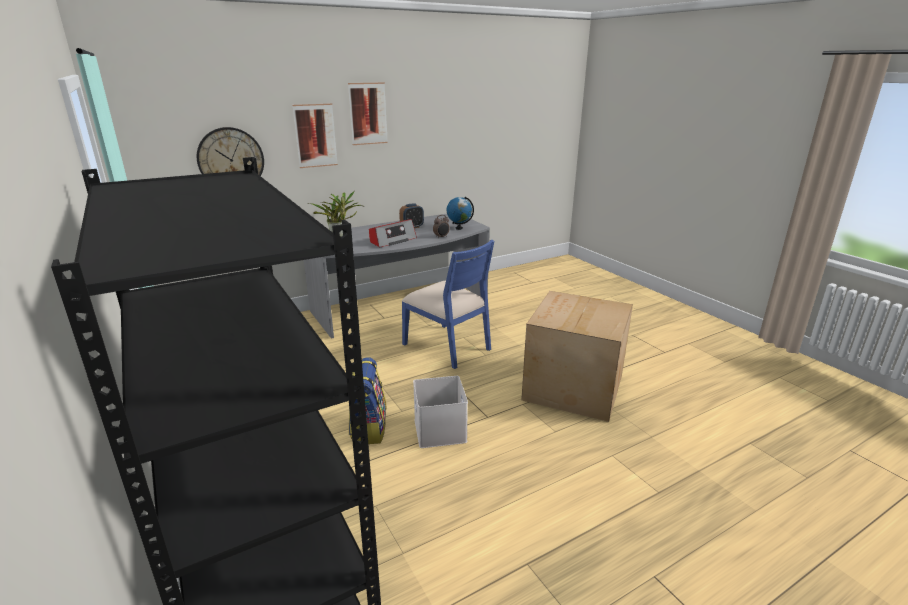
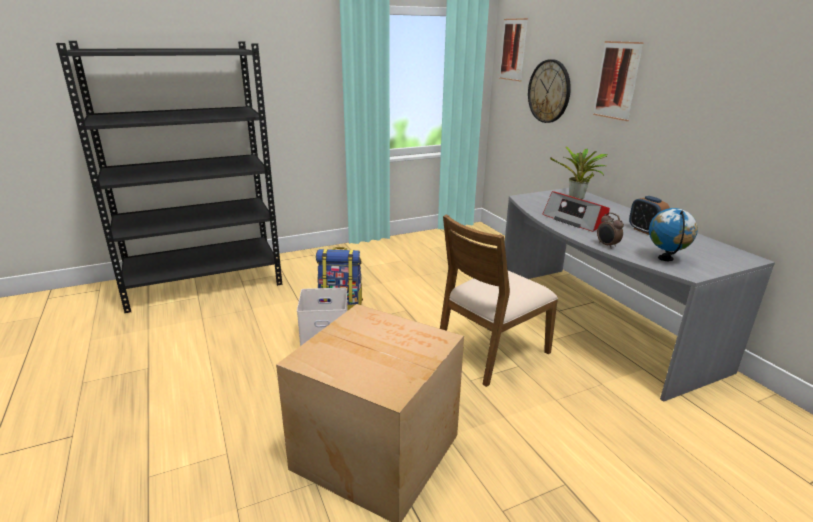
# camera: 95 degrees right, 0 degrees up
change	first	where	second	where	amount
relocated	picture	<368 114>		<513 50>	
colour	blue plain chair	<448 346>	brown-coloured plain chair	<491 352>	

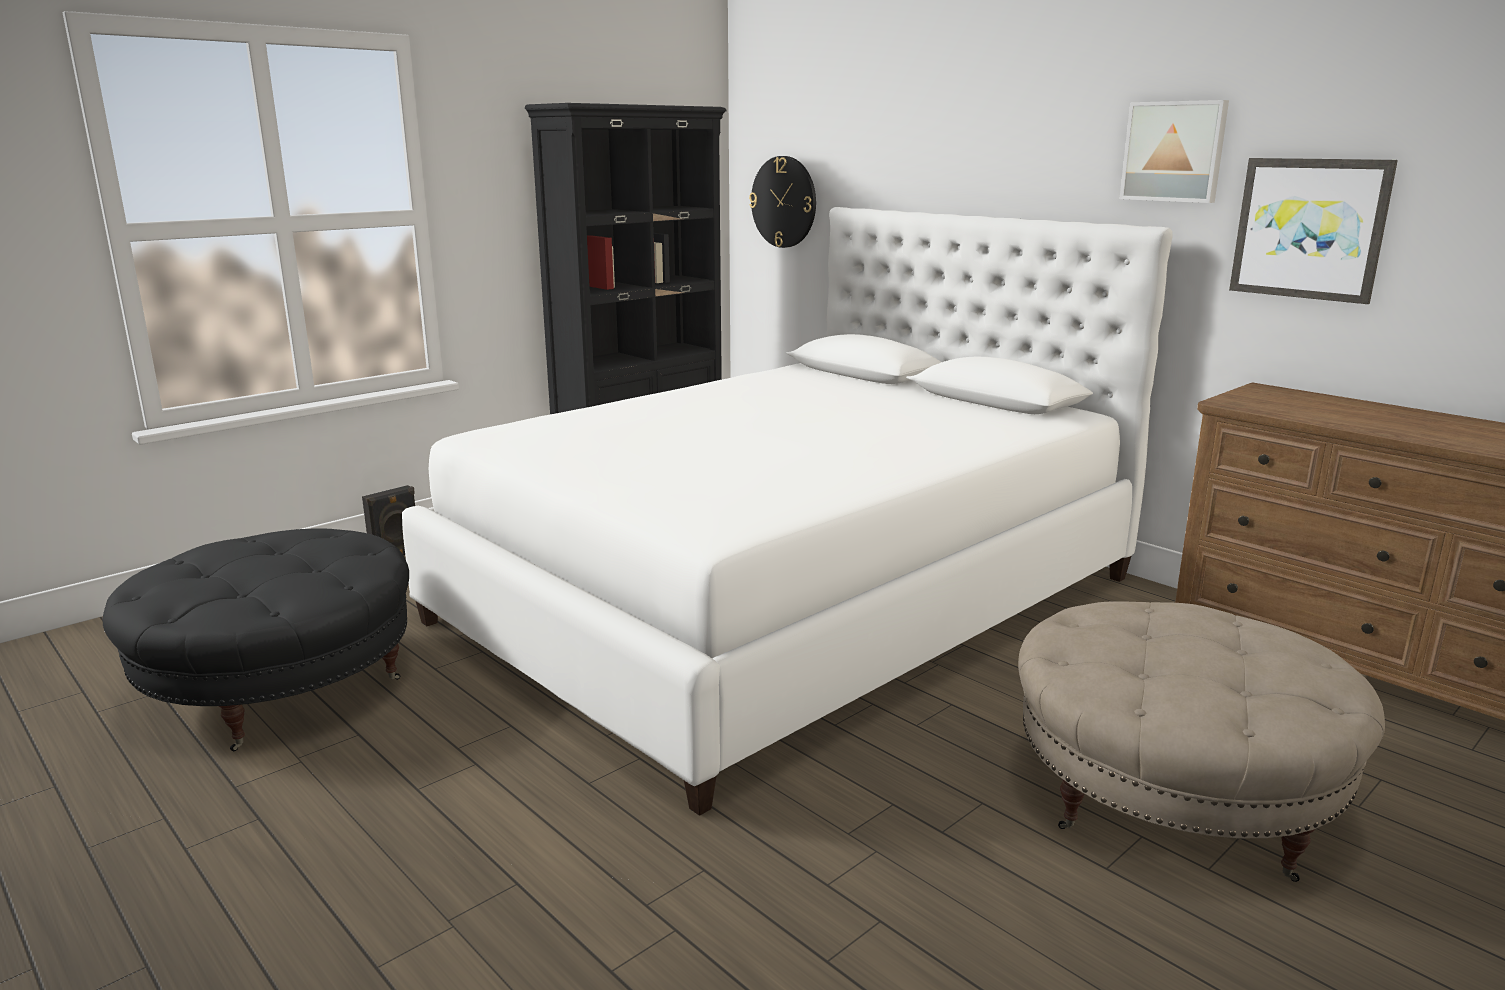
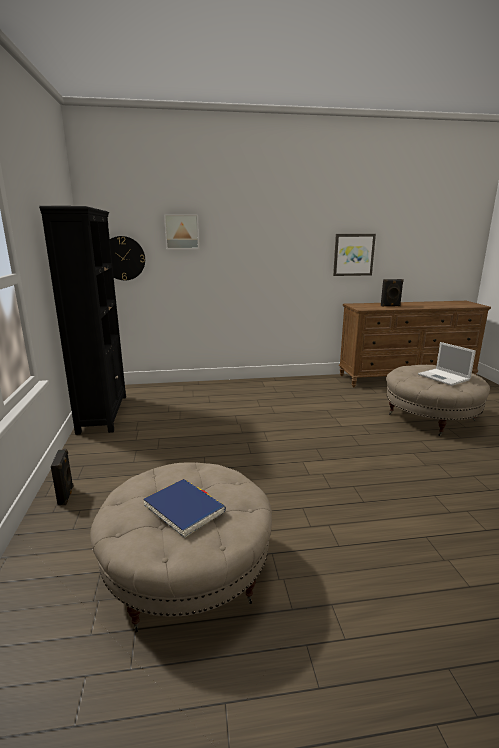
# camera: 55 degrees left, 0 degrees up
change	first	where	second	where	amount
colour	black-coloured footrest	<280 686>	sand-coloured footrest	<187 571>	
missing	whitish bedroom bed	<791 599>			
relocated	picture	<1174 151>		<182 231>	
appeared			blue volume	<184 509>	
appeared			black-coloured speaker	<390 306>	
appeared			laptop	<444 377>	

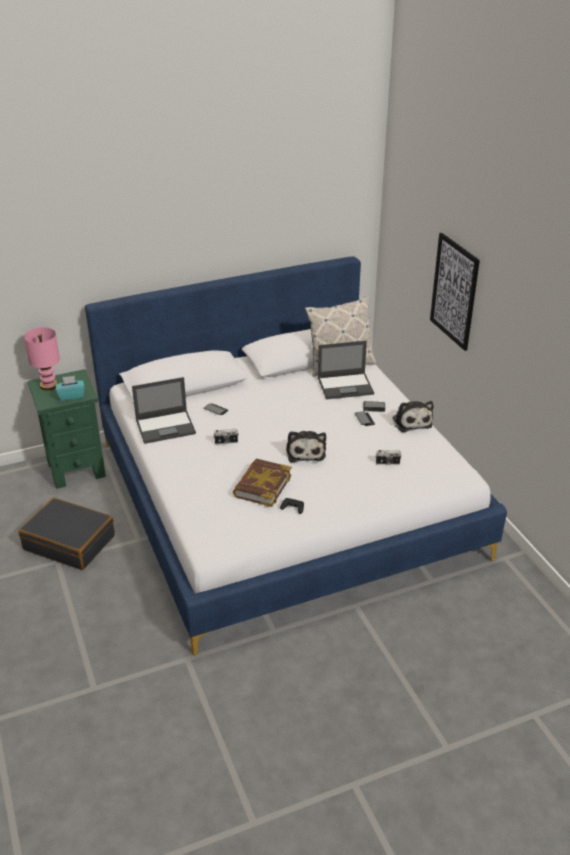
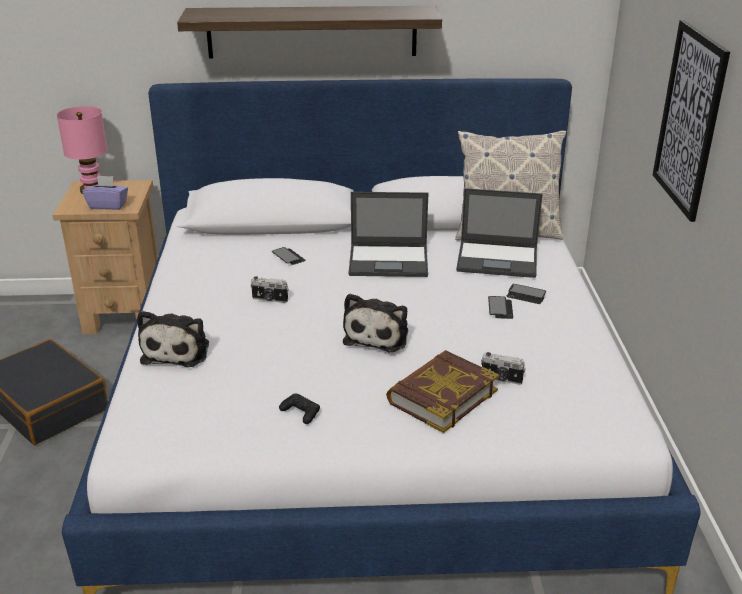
# camera: 20 degrees right, 5 degrees down
change	first	where	second	where	amount
colour	greenish bedside table	<77 468>	sand-coloured bedside table	<125 316>	
colour	turquoise tissue box	<71 396>	purplish tissue box	<108 205>	
relocated	laptop	<166 426>		<389 261>	
relocated	volume	<262 486>		<442 396>	
relocated	cuddly toy	<411 421>		<178 350>	
appeared			shelf	<312 32>	

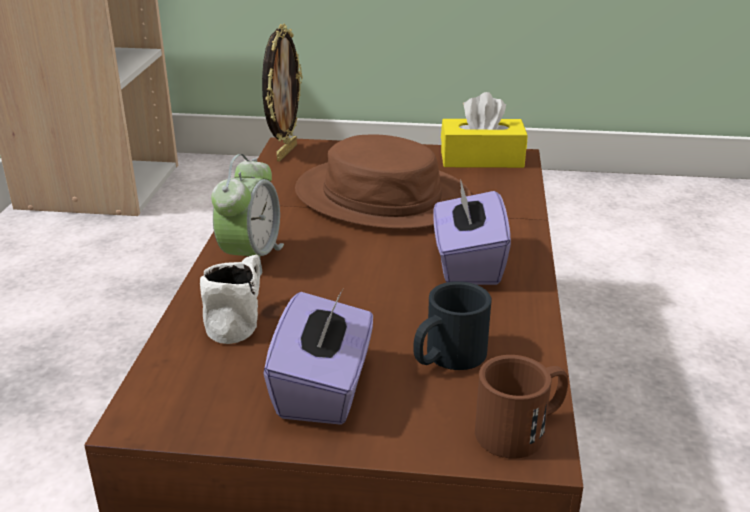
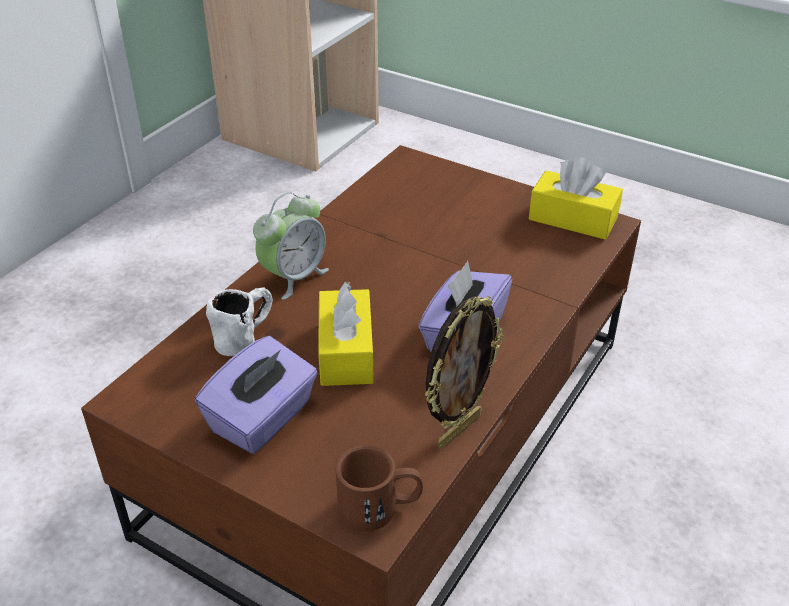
# camera: 25 degrees right, 10 degrees up
change	first	where	second	where	amount
relocated	photo frame	<285 152>		<458 429>	
missing	brown-coloured wearable hat	<382 196>			
missing	black-coloured coffee mug	<447 357>			
appeared			yellow-coloured tissue box	<346 352>	

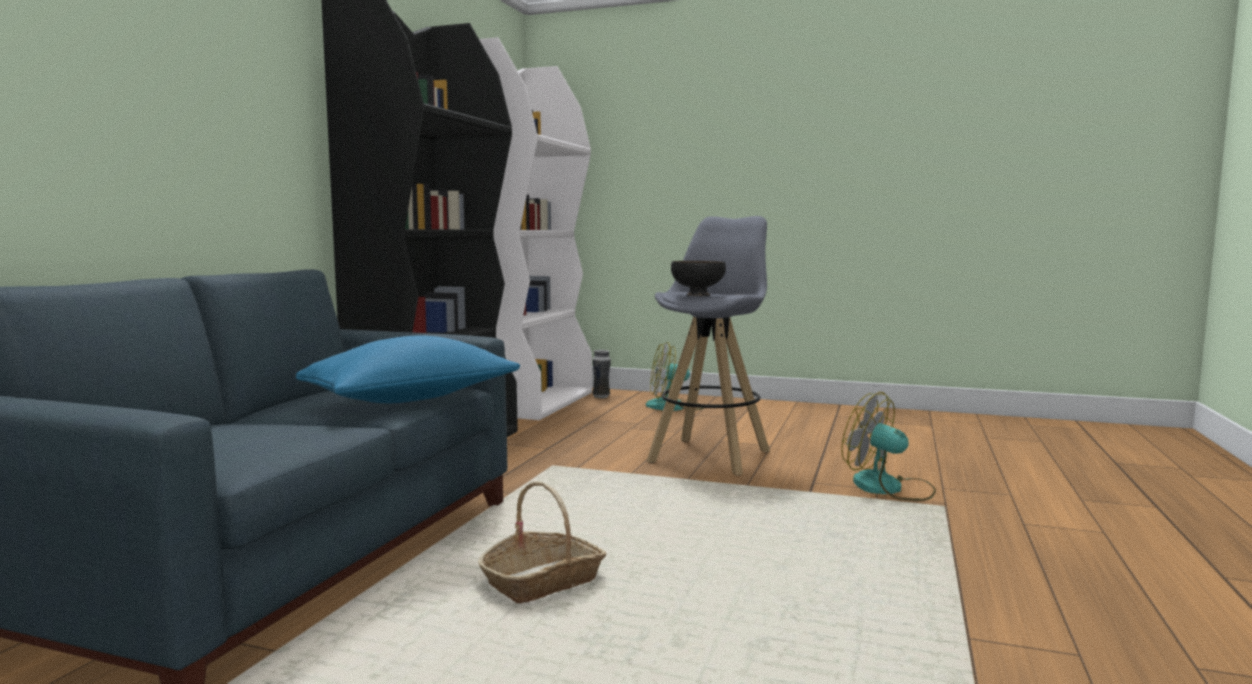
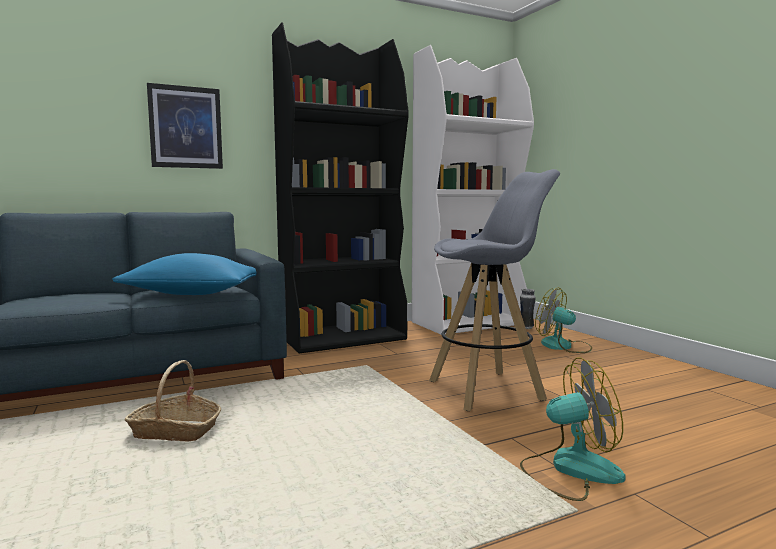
# camera: 45 degrees right, 0 degrees up
change	first	where	second	where	amount
missing	black-coloured serving bowl	<697 295>			
spun	cooling fan	<889 488>		<570 470>	90 degrees clockwise
appeared			picture	<185 127>	

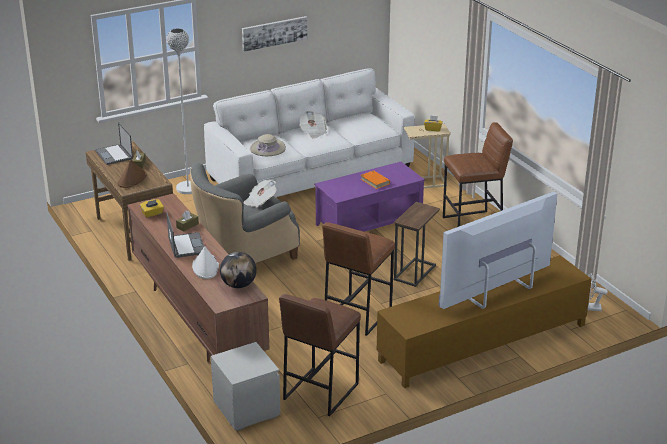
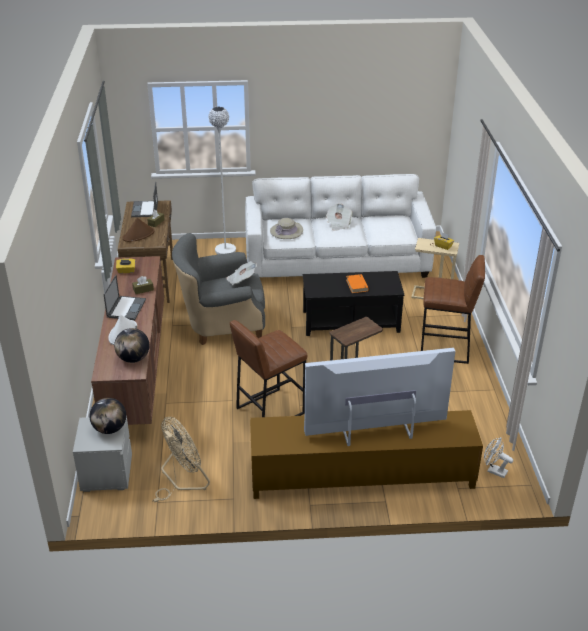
# camera: 25 degrees right, 5 degrees up
change	first	where	second	where	amount
missing	picture	<274 33>			
exchanged	brown-coloured sitting stool	<320 392>	sand-coloured cooling fan	<179 477>	
colour	purplish coffee table	<369 222>	black-coloured coffee table	<351 321>	
appeared			globe	<110 429>	

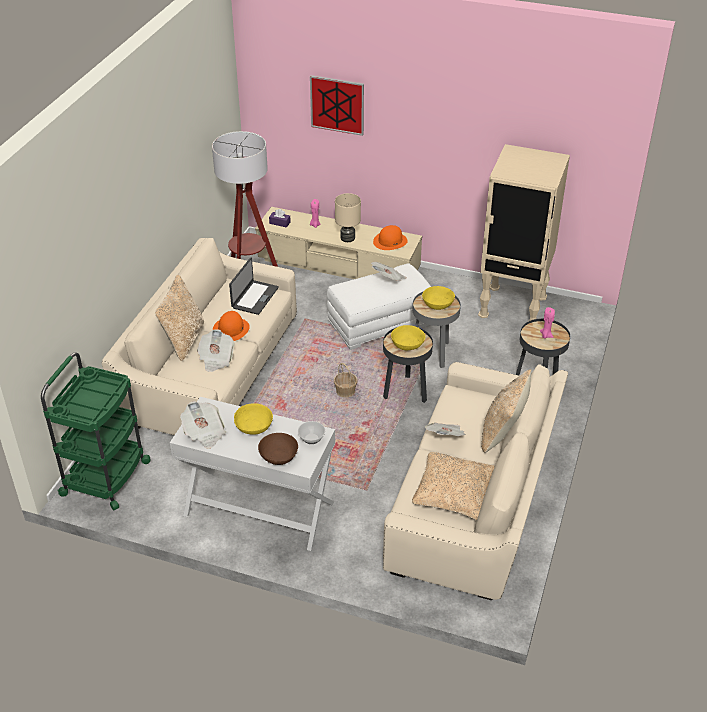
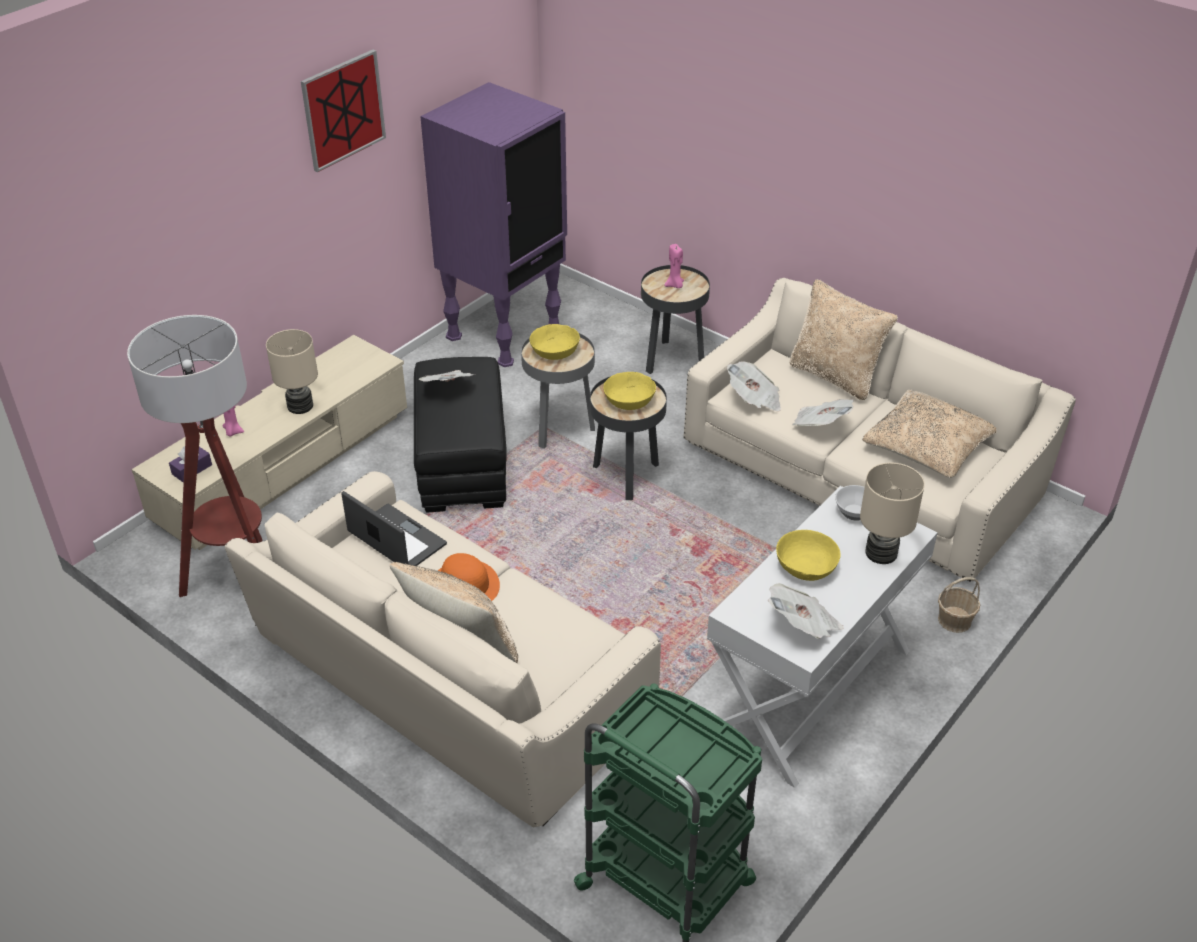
# camera: 70 degrees left, 0 degrees up
change	first	where	second	where	amount
relocated	newspaper	<216 359>		<754 399>	
exchanged	brown-coloured serving bowl	<279 455>	sand-coloured lamp for a table	<881 553>	
relocated	picture	<337 105>		<343 110>	
colour	whitish footrest	<379 325>	black-coloured footrest	<463 463>	
relocated	basket	<345 391>		<955 620>	
missing	orangey wearable hat	<390 241>			
colour	sand-coloured cupboard	<513 306>	purplish cupboard	<506 333>	

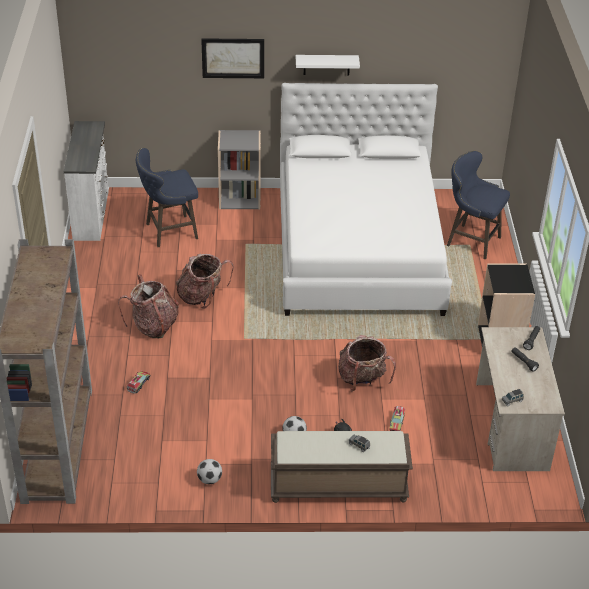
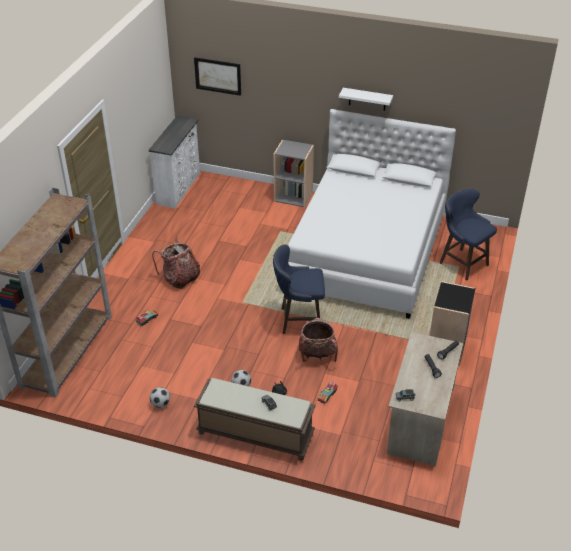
# camera: 20 degrees right, 0 degrees up
change	first	where	second	where	amount
relocated	blue sitting stool	<169 231>		<298 320>	
missing	backpack	<202 296>			
relocated	picture	<233 58>		<218 76>	

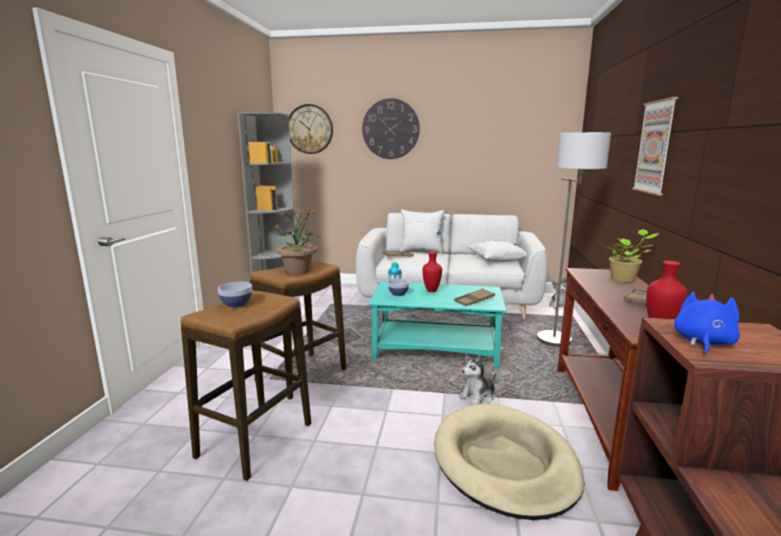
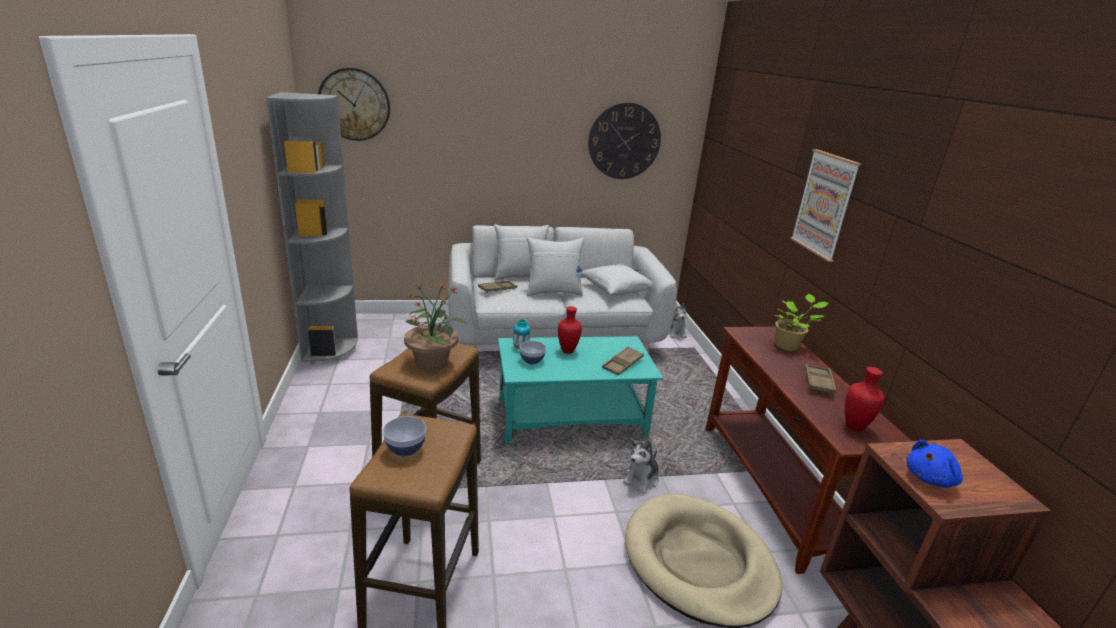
# camera: 20 degrees left, 10 degrees up
change	first	where	second	where	amount
relocated	clock on the wall	<390 129>		<624 141>	
missing	gray floor lamp	<559 345>			
spun	blue cuddly toy	<702 342>		<930 478>	135 degrees counterclockwise
appeared			gray pillow	<553 293>	

